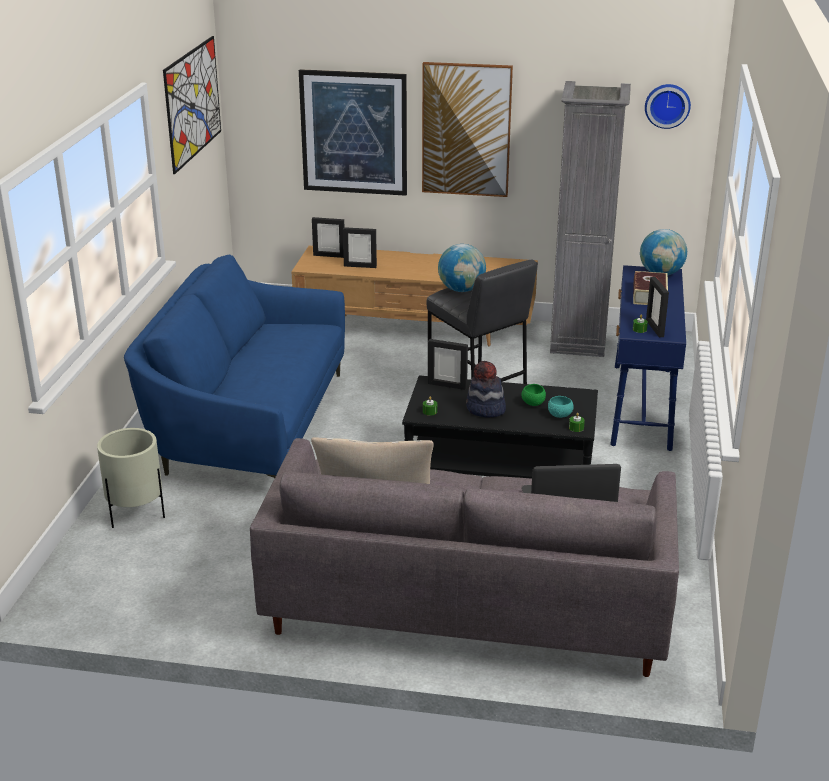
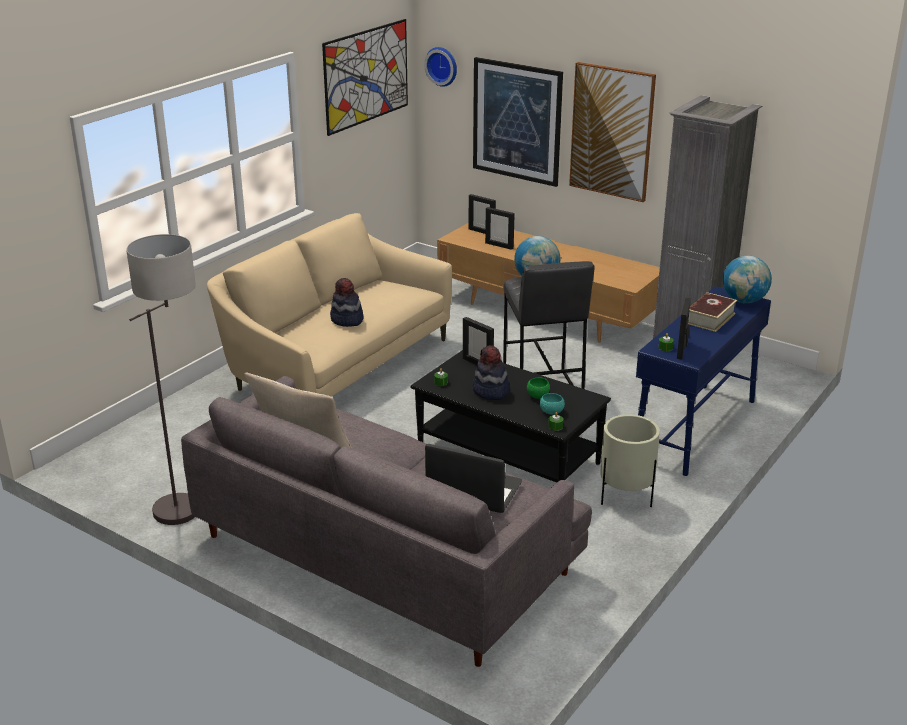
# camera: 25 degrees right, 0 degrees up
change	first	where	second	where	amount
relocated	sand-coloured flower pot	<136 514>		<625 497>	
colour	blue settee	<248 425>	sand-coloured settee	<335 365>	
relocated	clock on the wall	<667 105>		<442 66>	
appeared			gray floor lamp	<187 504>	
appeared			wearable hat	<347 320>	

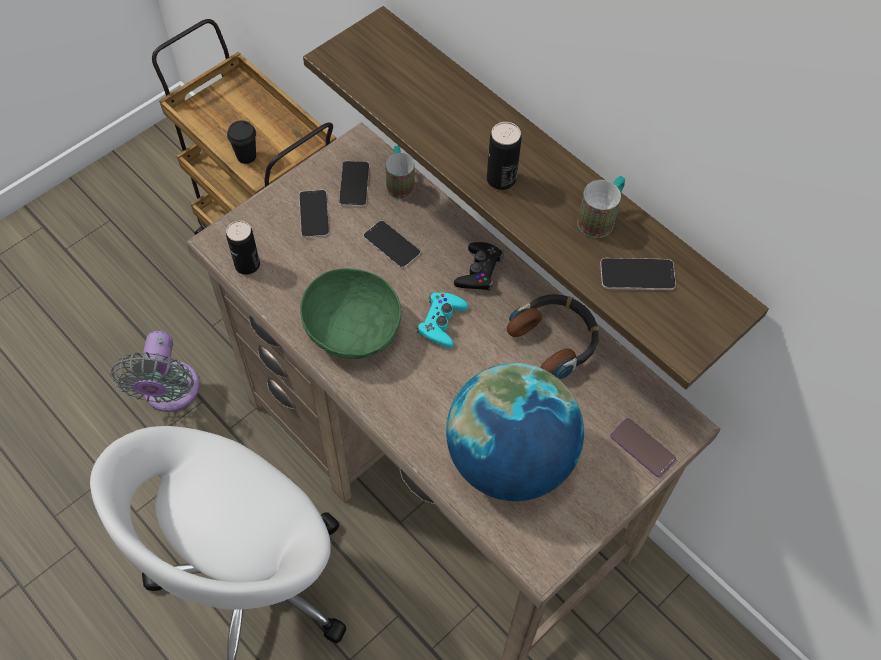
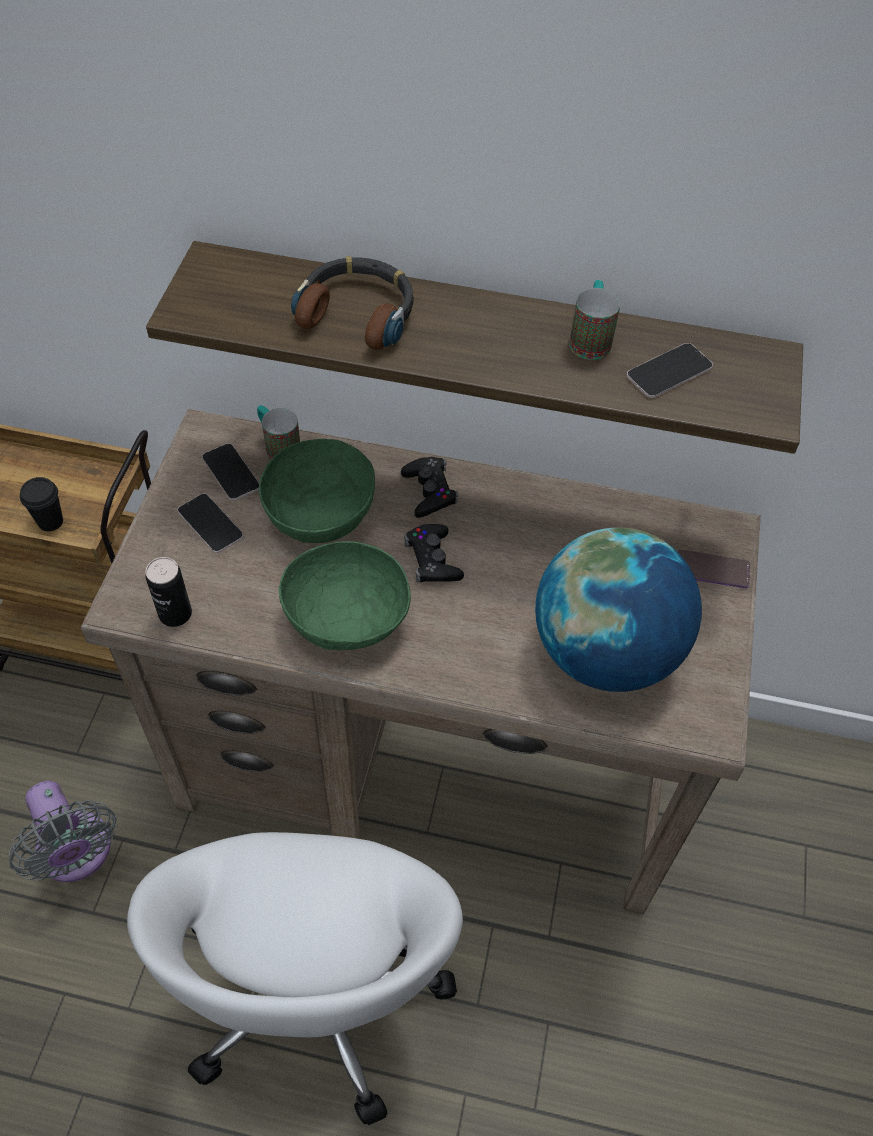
# camera: 35 degrees left, 5 degrees down
change	first	where	second	where	amount
exchanged	telephone	<391 245>	greenish serving bowl	<320 512>	
colour	turquoise game controller	<442 322>	black-coloured game controller	<432 559>	
missing	metal can	<501 179>			
relocated	headset	<555 339>		<358 312>	

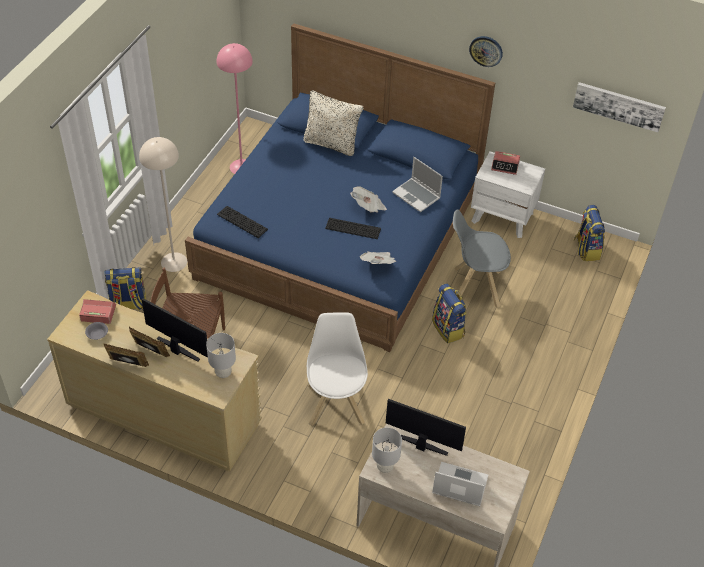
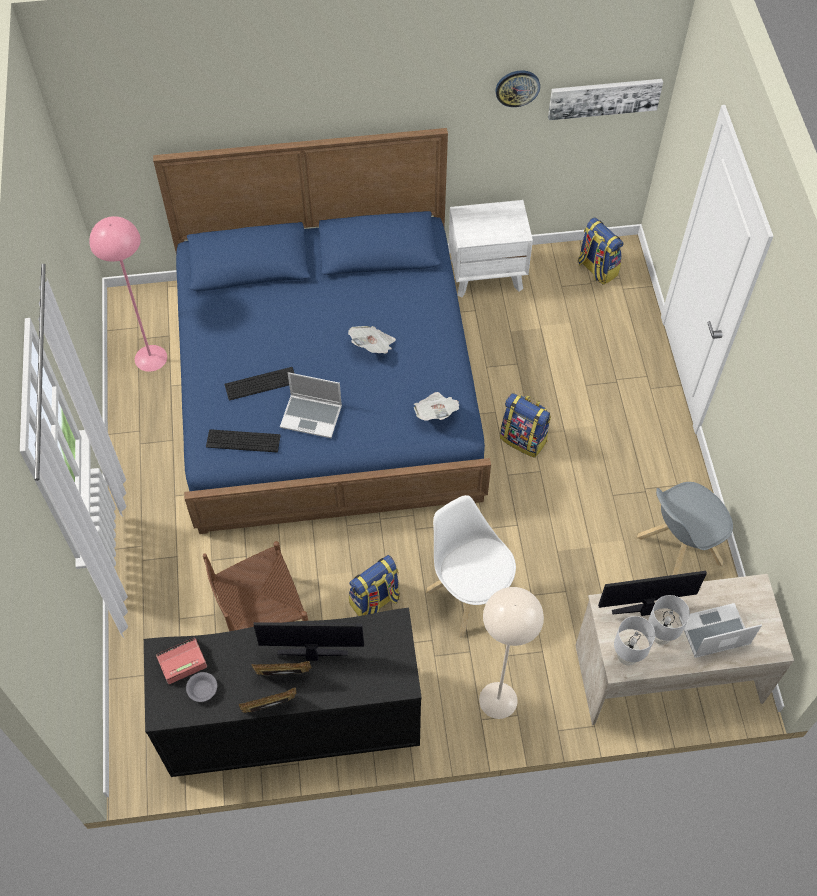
# camera: 30 degrees left, 10 degrees up
change	first	where	second	where	amount
colour	sand-coloured drawer chest	<163 414>	black-coloured drawer chest	<292 721>	
relocated	backpack	<128 304>		<375 602>	
relocated	sand-coloured floor lamp	<174 262>		<498 700>	
relocated	gray lamp for a table	<224 373>		<661 636>	
missing	sand-coloured pillow	<331 145>			
relocated	keyboard	<353 228>		<261 383>	
relocated	laptop	<417 196>		<312 416>	
relocated	gray plain chair	<474 286>		<676 551>	
relocated	clock on the wall	<486 51>		<517 87>	
missing	alarm clock	<505 166>			

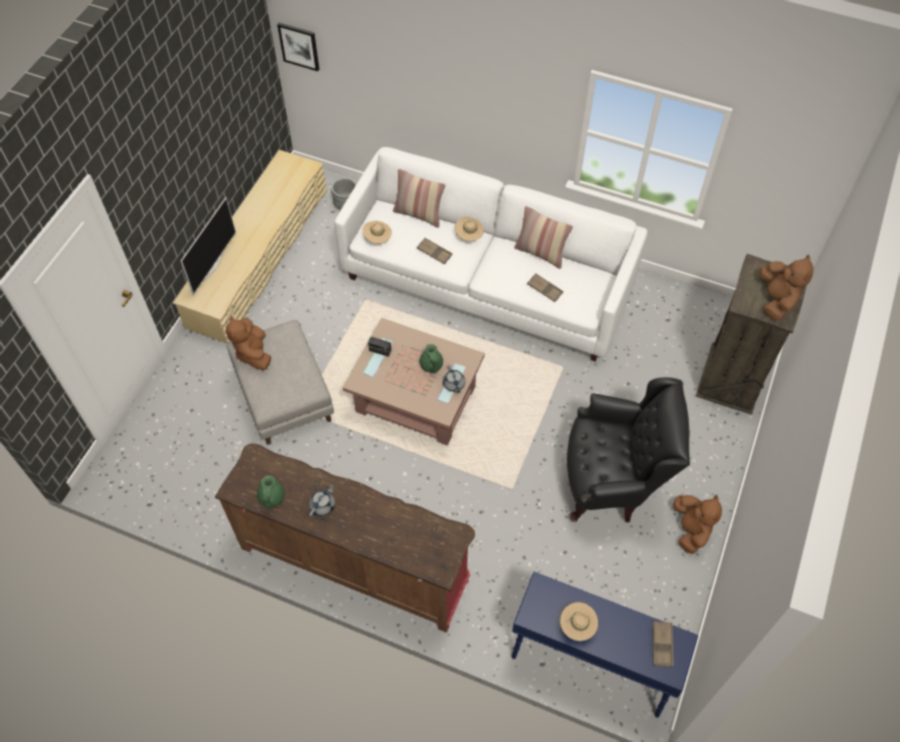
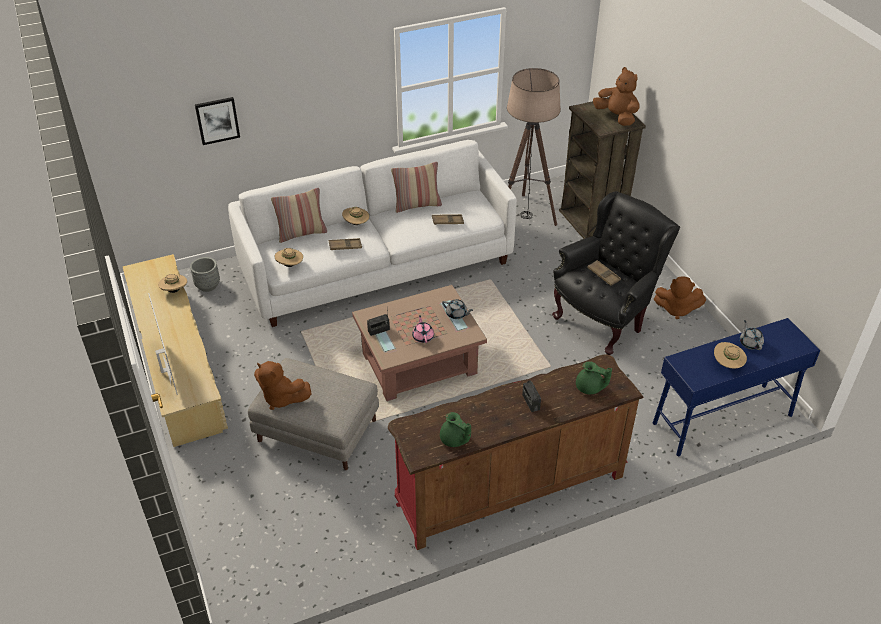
# camera: 45 degrees left, 15 degrees down
change	first	where	second	where	amount
relocated	picture	<299 46>		<217 120>	
relocated	gray pot for tea	<323 505>		<750 343>	
relocated	greenish pot for tea	<431 366>		<590 388>	
relocated	brown-coloured carrying tray	<662 645>		<603 275>	
spun	brown-coloured cuddly toy	<690 529>		<676 309>	150 degrees clockwise
appeared			sand-coloured wearable hat	<174 290>	
appeared			pinkish pot for tea	<423 337>	
appeared			floor lamp	<525 215>	
appeared			radio	<530 402>	

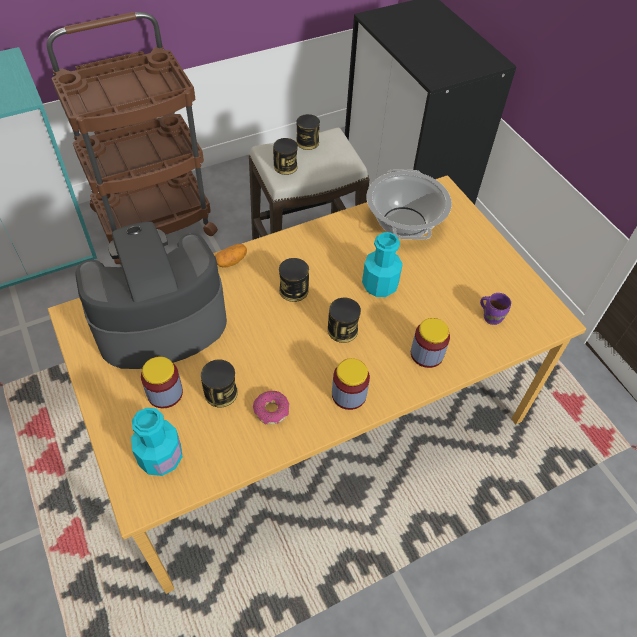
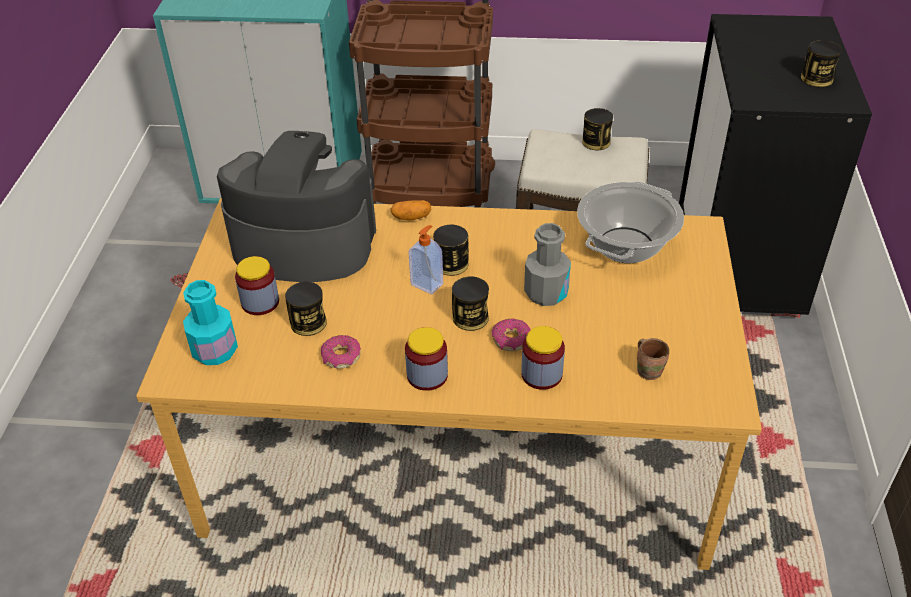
# camera: 35 degrees right, 10 degrees down
change	first	where	second	where	amount
relocated	metal can	<285 166>		<816 79>	
colour	turquoise beverage bottle	<379 285>	gray beverage bottle	<546 293>	
colour	purplish coffee mug	<491 316>	brown-coloured coffee mug	<649 370>	
appeared			liquid soap bottle	<427 284>	
appeared			donut	<511 340>	

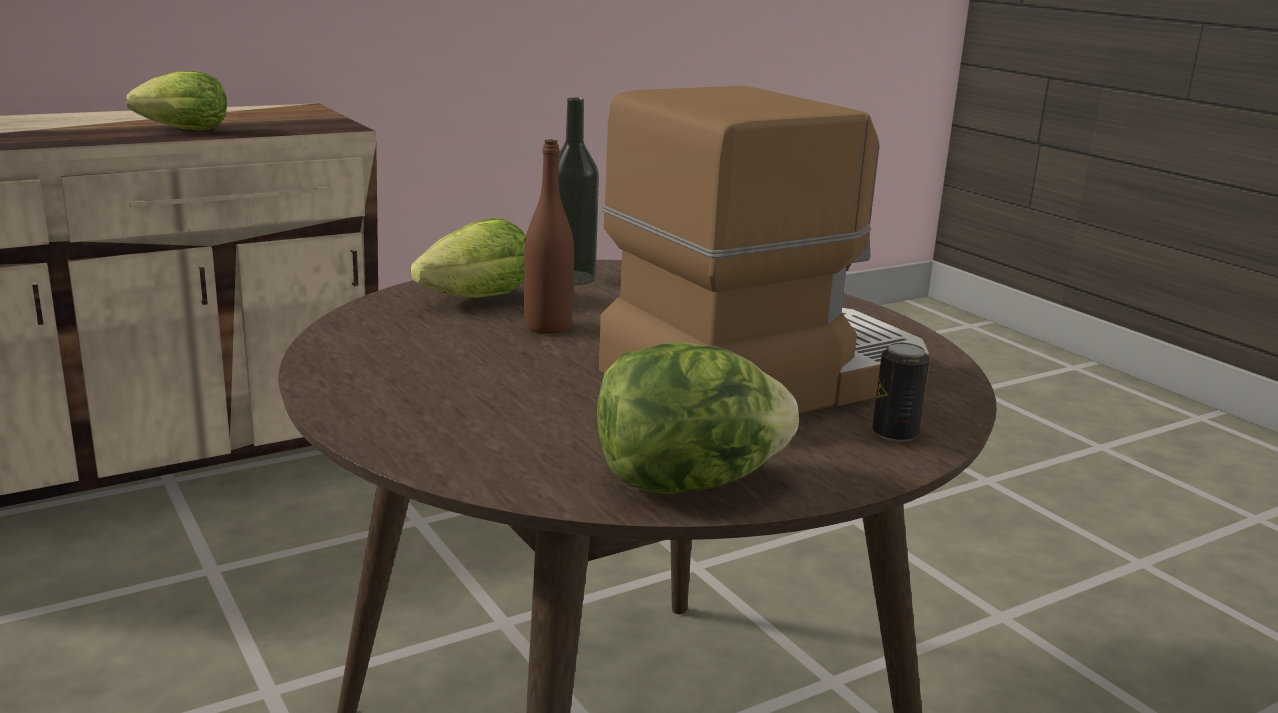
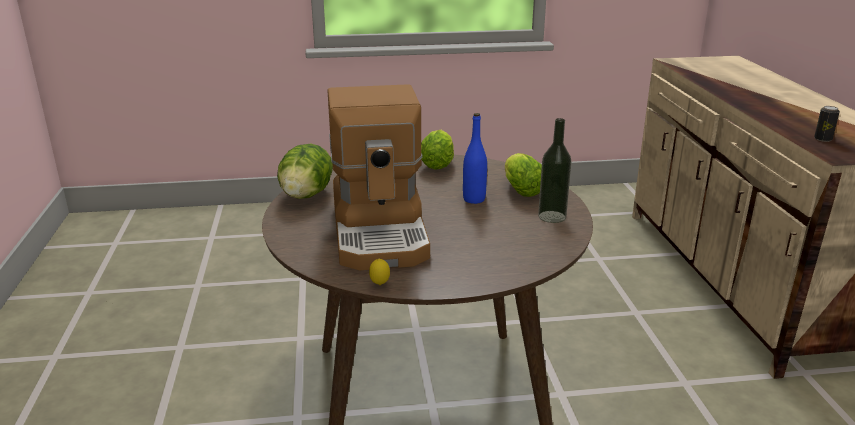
# camera: 115 degrees right, 5 degrees up
change	first	where	second	where	amount
relocated	lettuce	<179 130>		<437 163>	
colour	brown-coloured beverage bottle	<548 327>	blue beverage bottle	<474 199>	
relocated	metal can	<895 434>		<823 139>	
appeared			lemon	<379 284>	

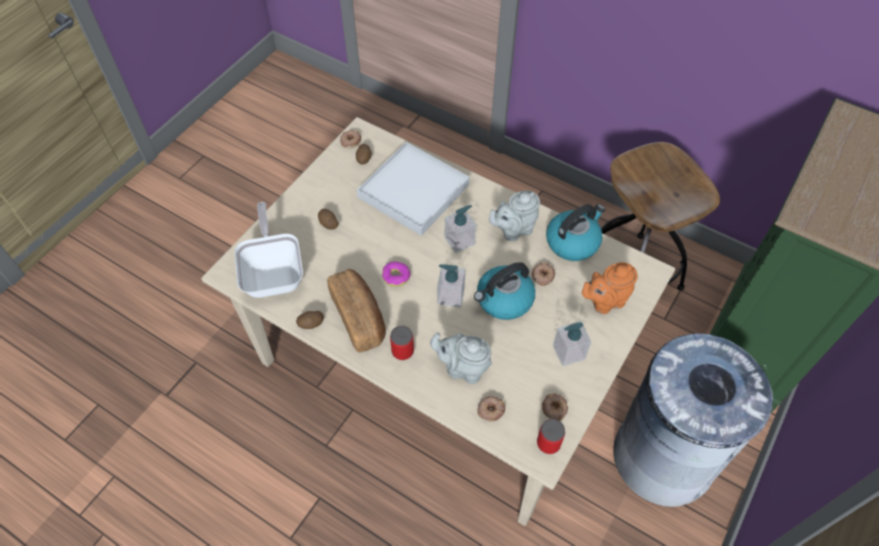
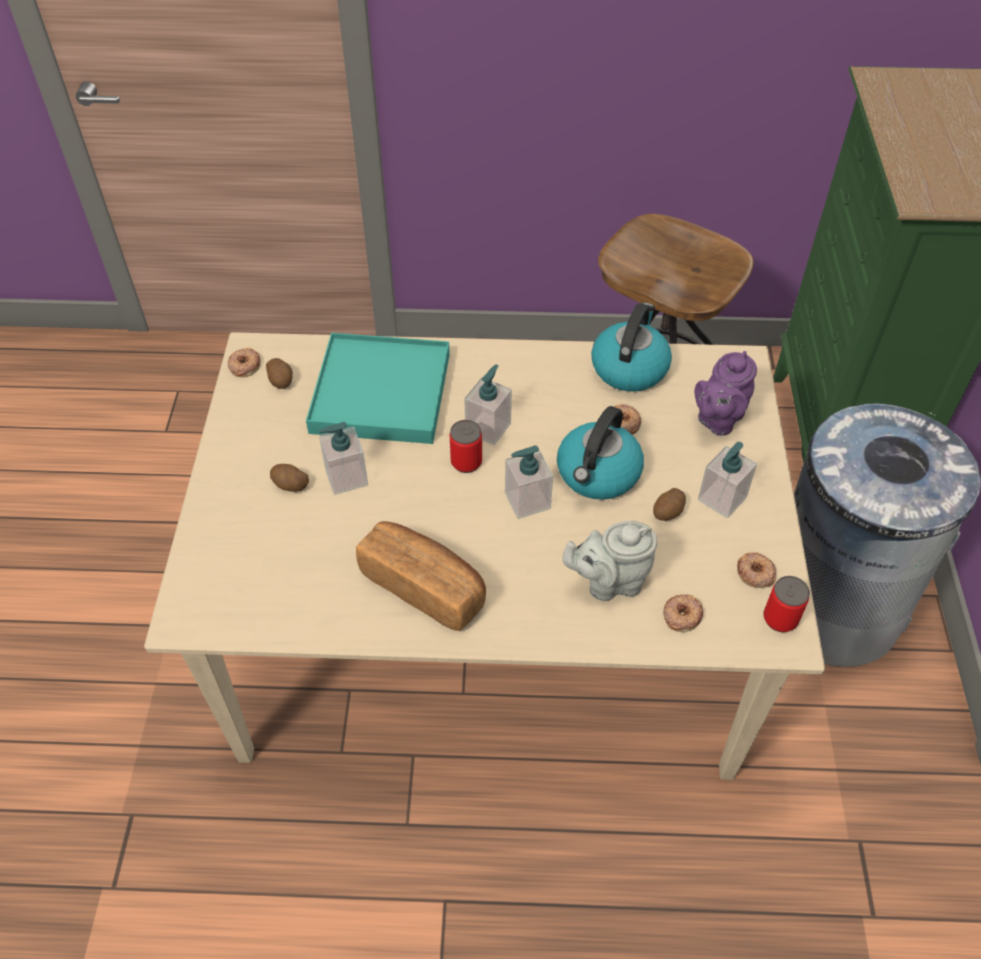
# camera: 30 degrees left, 5 degrees down
change	first	where	second	where	amount
missing	skillet	<274 273>			
relocated	whole potato	<311 324>		<668 512>	
colour	whitish carrying tray	<414 191>	turquoise carrying tray	<381 393>	
missing	donut	<396 277>			
relocated	metal can	<402 351>		<466 462>	
missing	gray pot for tea	<513 230>			
colour	orangey pot for tea	<604 301>	purplish pot for tea	<718 419>	
appeared			liquid soap bottle	<346 477>	

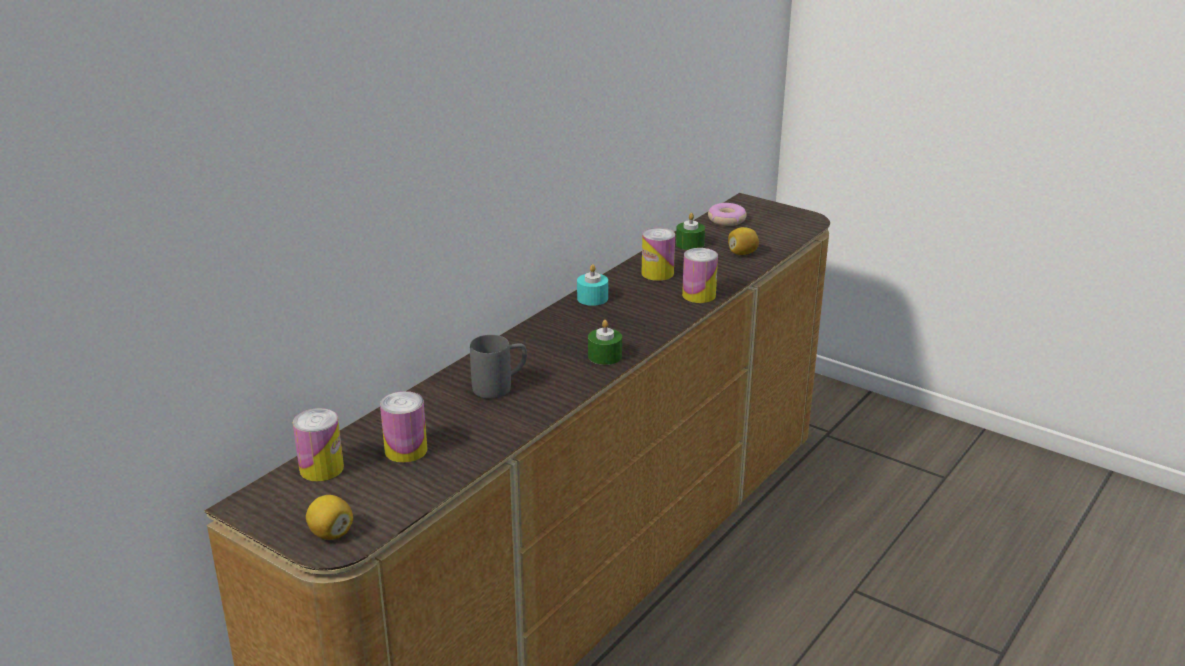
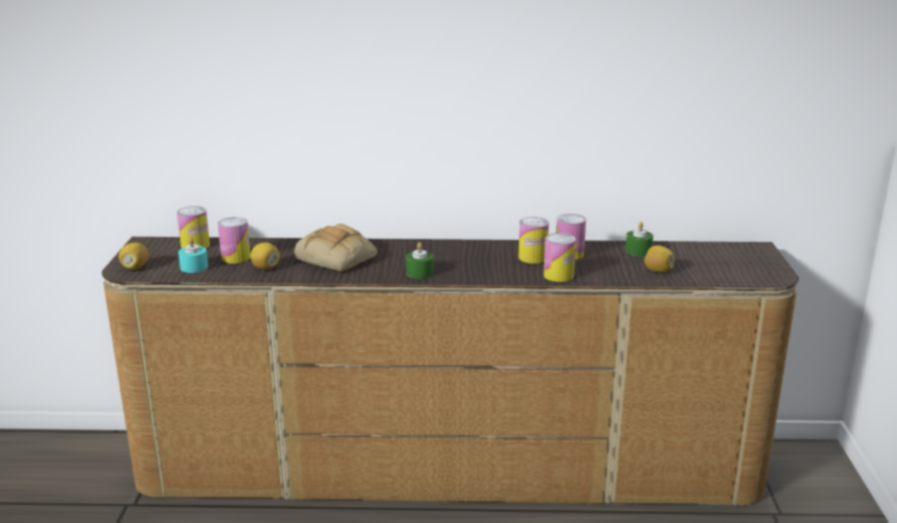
# camera: 55 degrees right, 5 degrees down
change	first	where	second	where	amount
exchanged	gray coffee mug	<500 386>	baked bread	<338 257>	
relocated	turquoise candle	<592 298>		<194 267>	
missing	donut	<726 220>			
appeared			lemon	<265 268>	
appeared			metal can	<532 257>	

